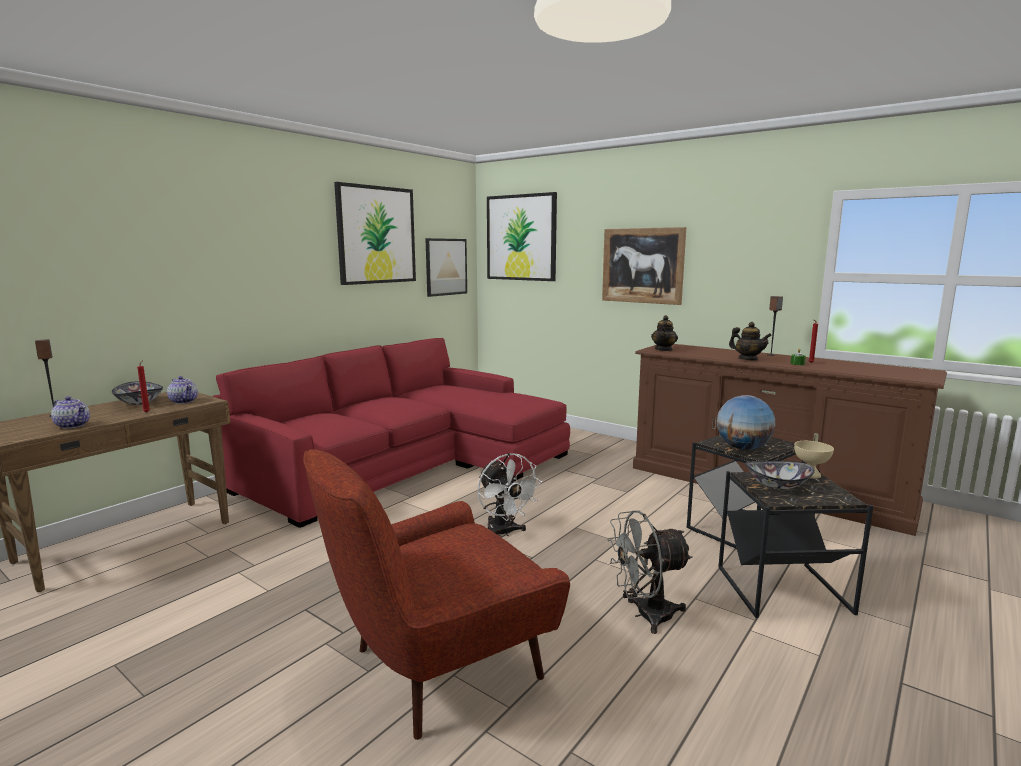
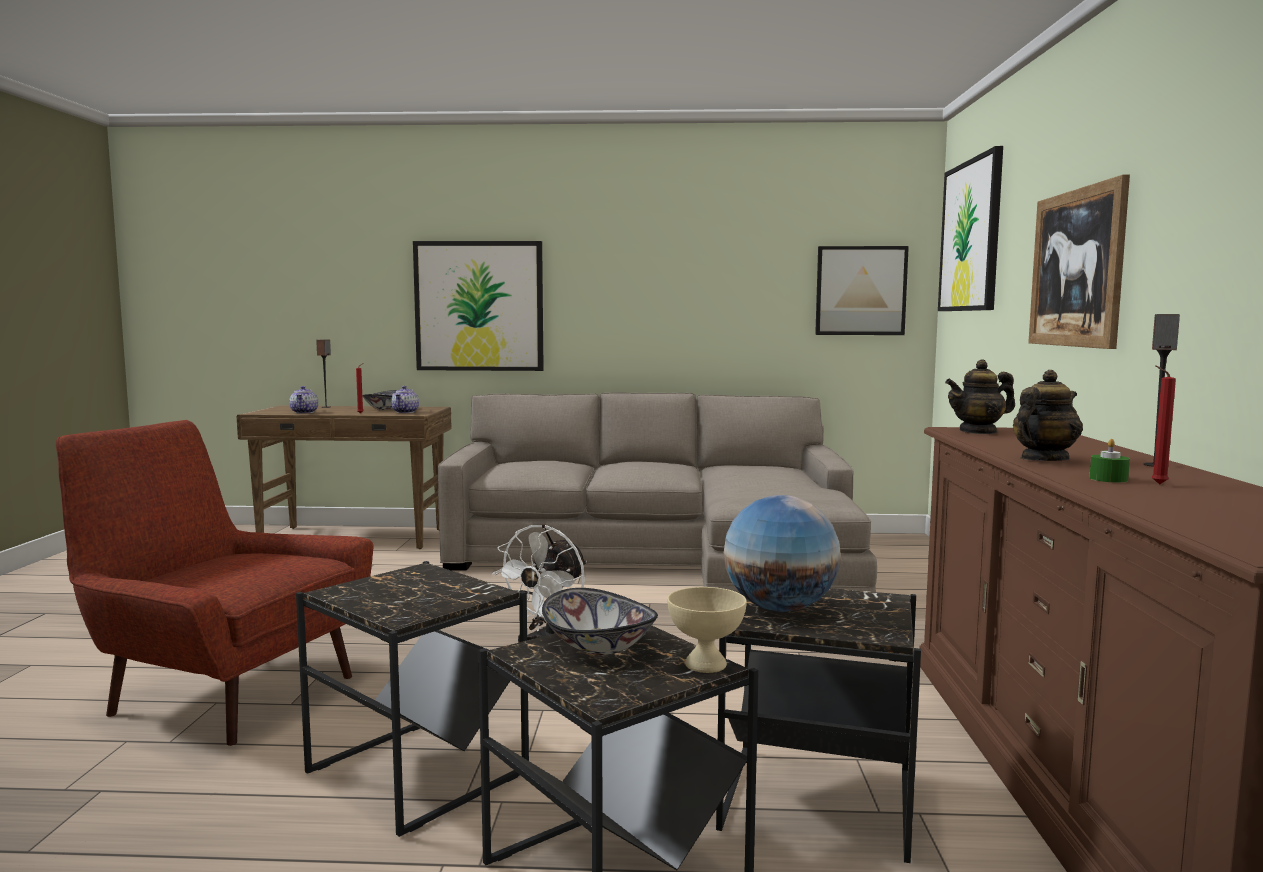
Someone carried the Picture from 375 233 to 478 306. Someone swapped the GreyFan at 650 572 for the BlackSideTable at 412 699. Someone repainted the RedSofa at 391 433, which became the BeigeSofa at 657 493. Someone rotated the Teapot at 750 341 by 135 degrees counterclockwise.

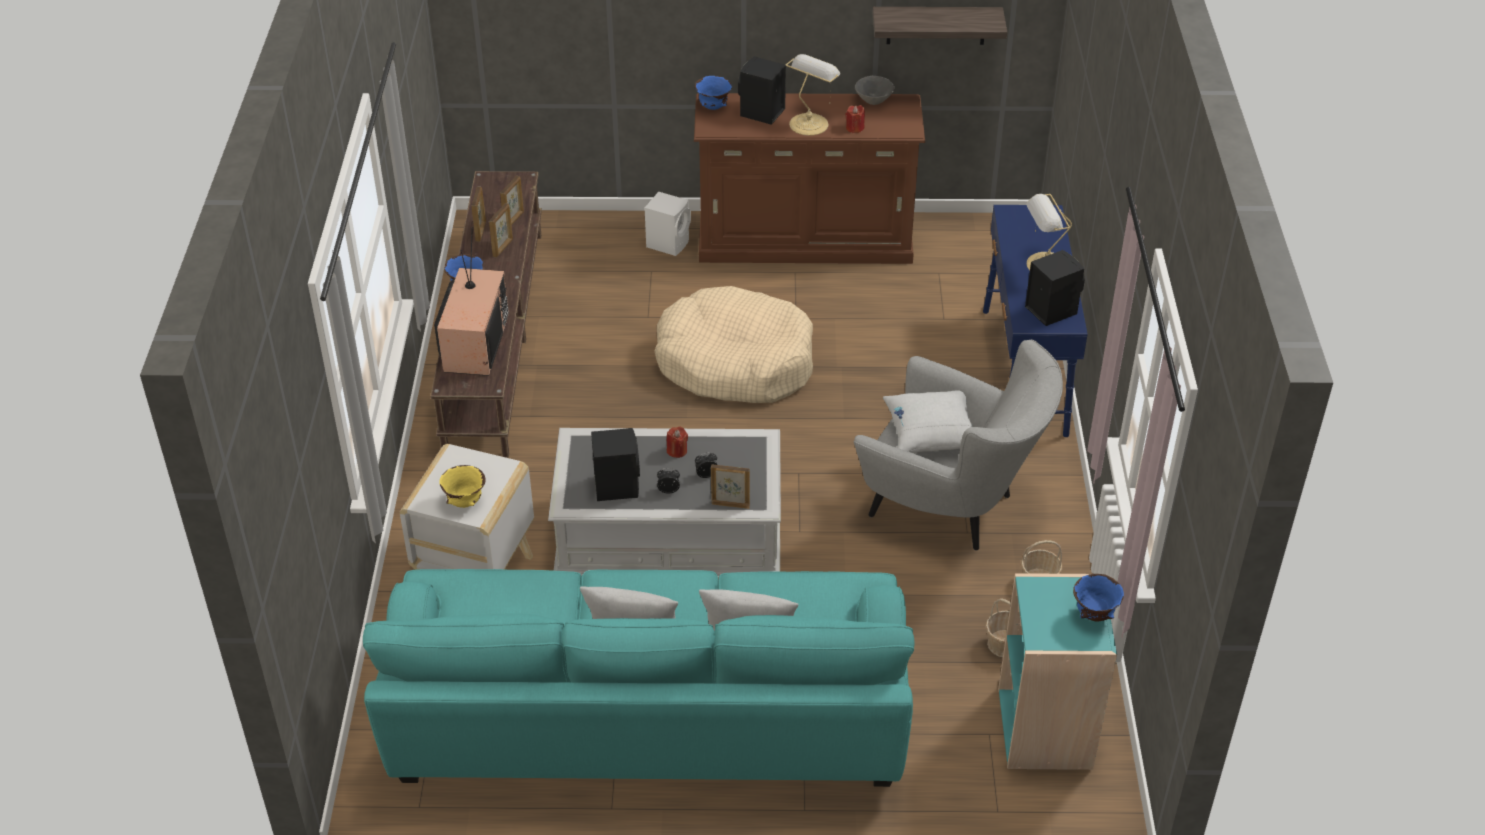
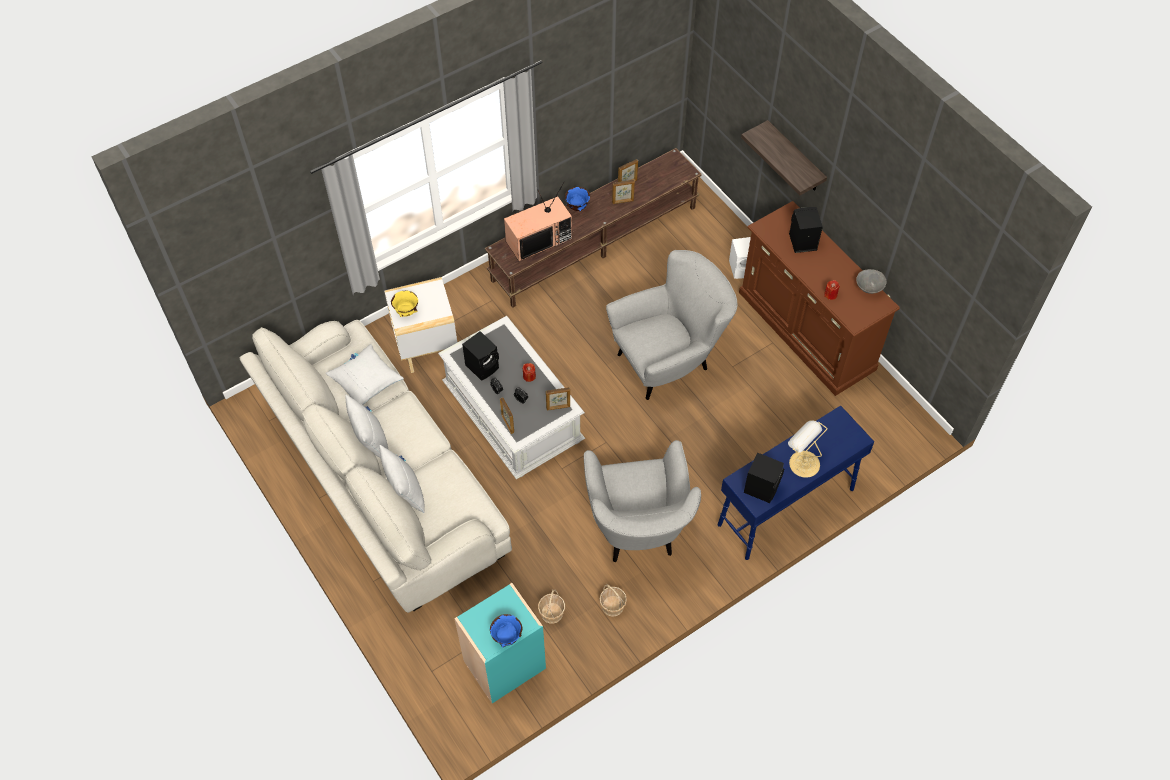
Someone took away the BlueBowl at 713 93. Someone took away the TableLamp at 813 95. Someone carried the PictureFrame from 512 200 to 558 399. Someone carried the Shelf from 940 26 to 784 157. Someone carried the GreyPillow from 928 422 to 365 374. Someone swapped the BeigeDogBed at 734 344 for the GreyArmchair at 672 325. Someone repainted the TurquoiseSofa at 638 678, which became the WhiteSofa at 375 466.

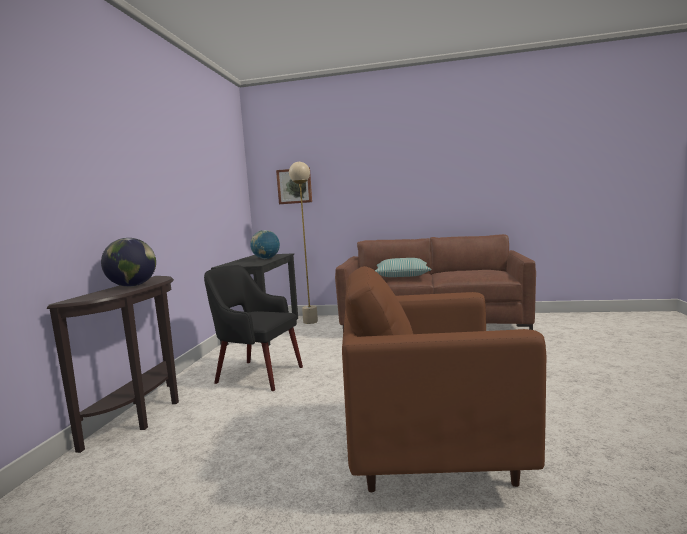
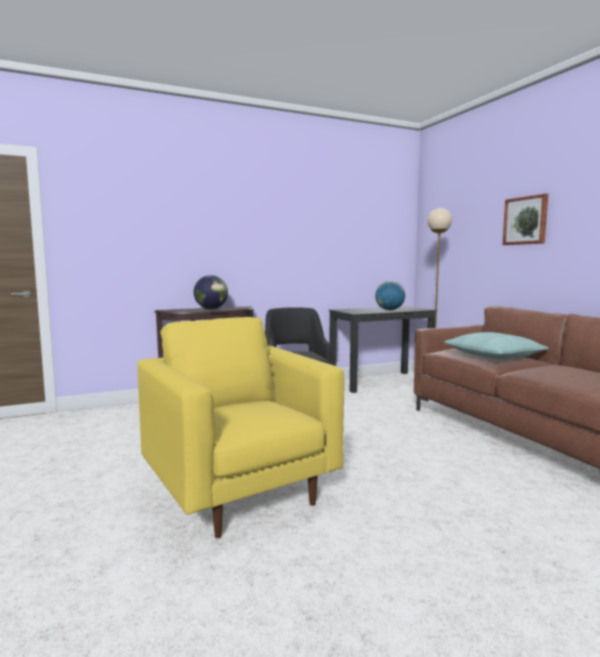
Someone carried the Picture from 294 186 to 525 219. Someone repainted the BrownArmchair at 444 379, which became the YellowArmchair at 240 427.

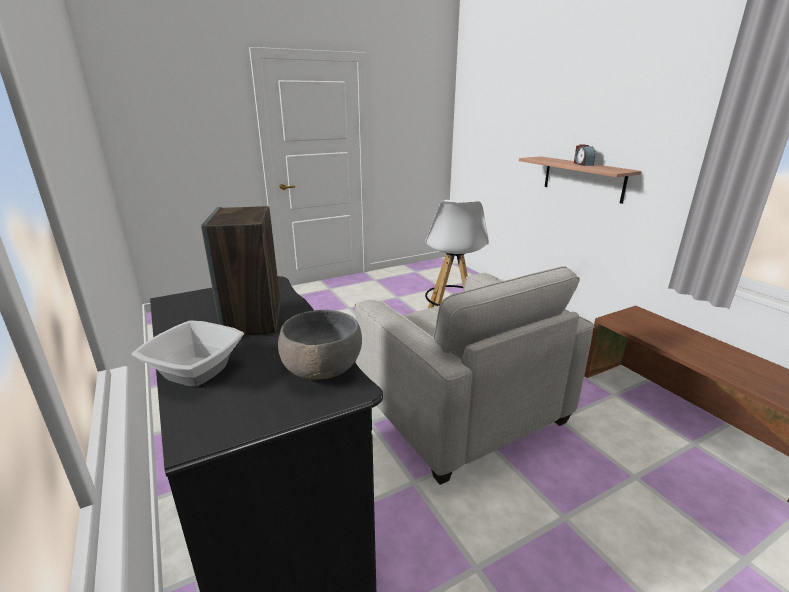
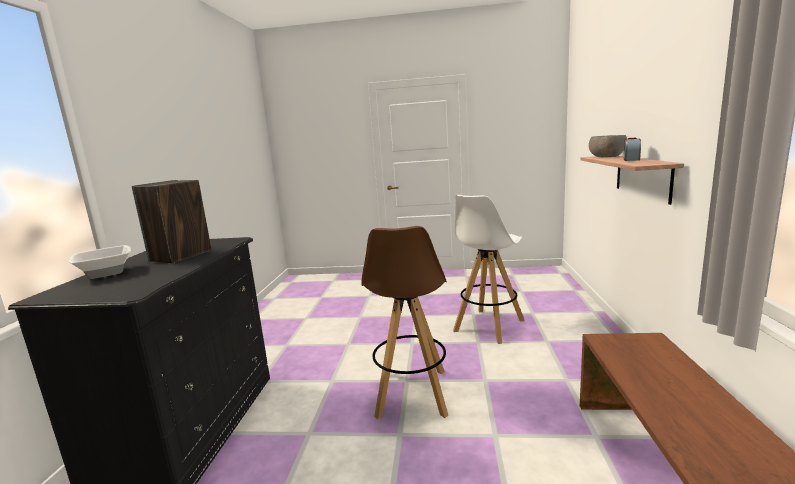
Someone carried the GreyBowl from 320 345 to 608 146. Someone swapped the GreyArmchair at 474 375 for the BrownStool at 404 322.

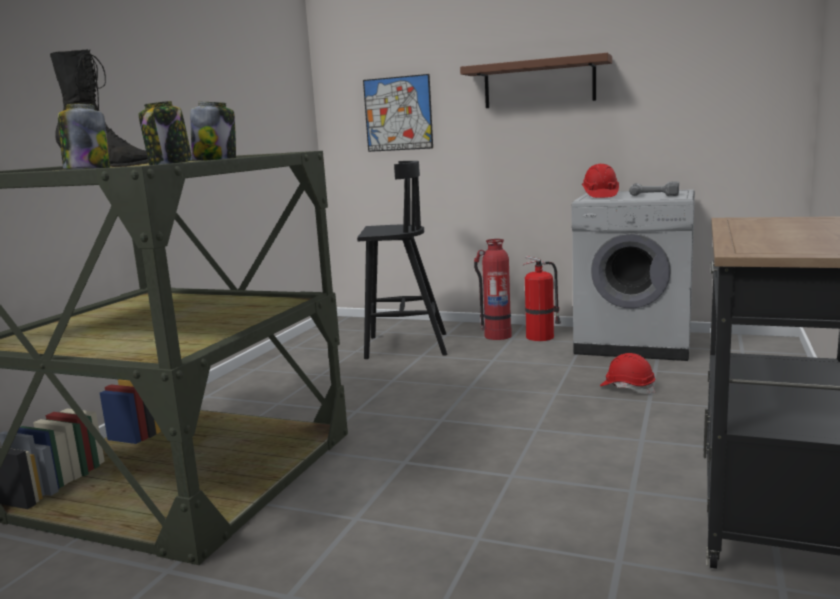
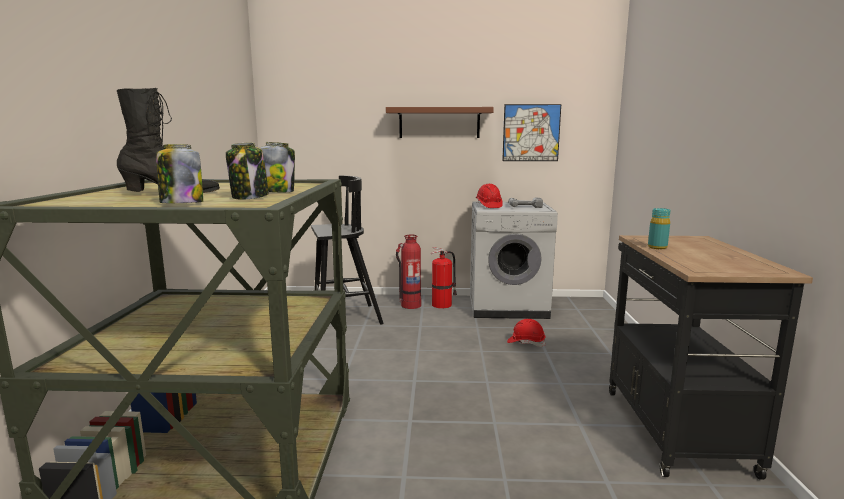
Someone put down the TurquoiseBottle at 659 228. Someone carried the Picture from 398 113 to 531 132.

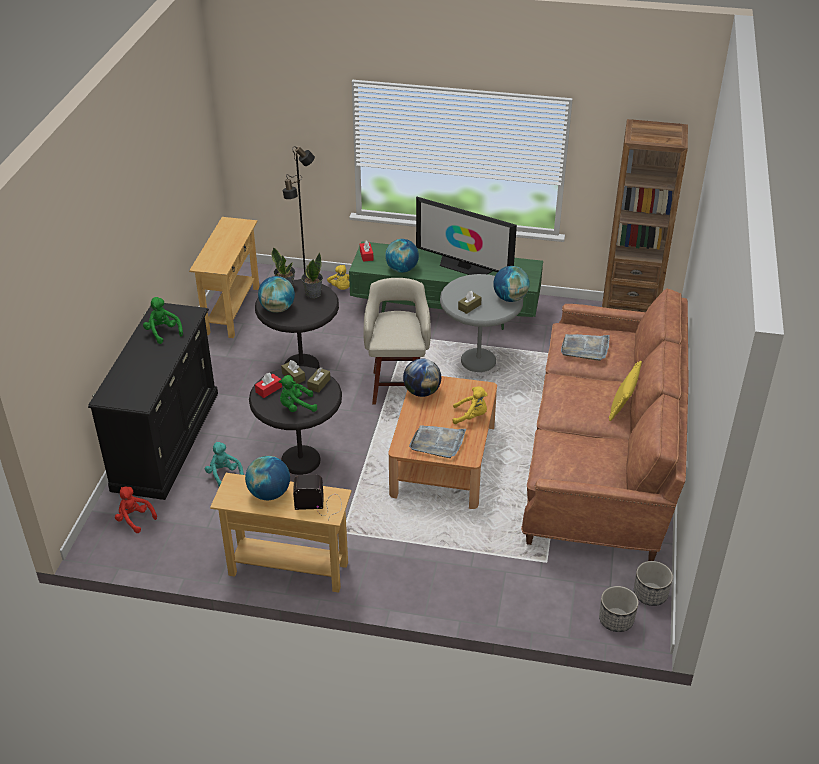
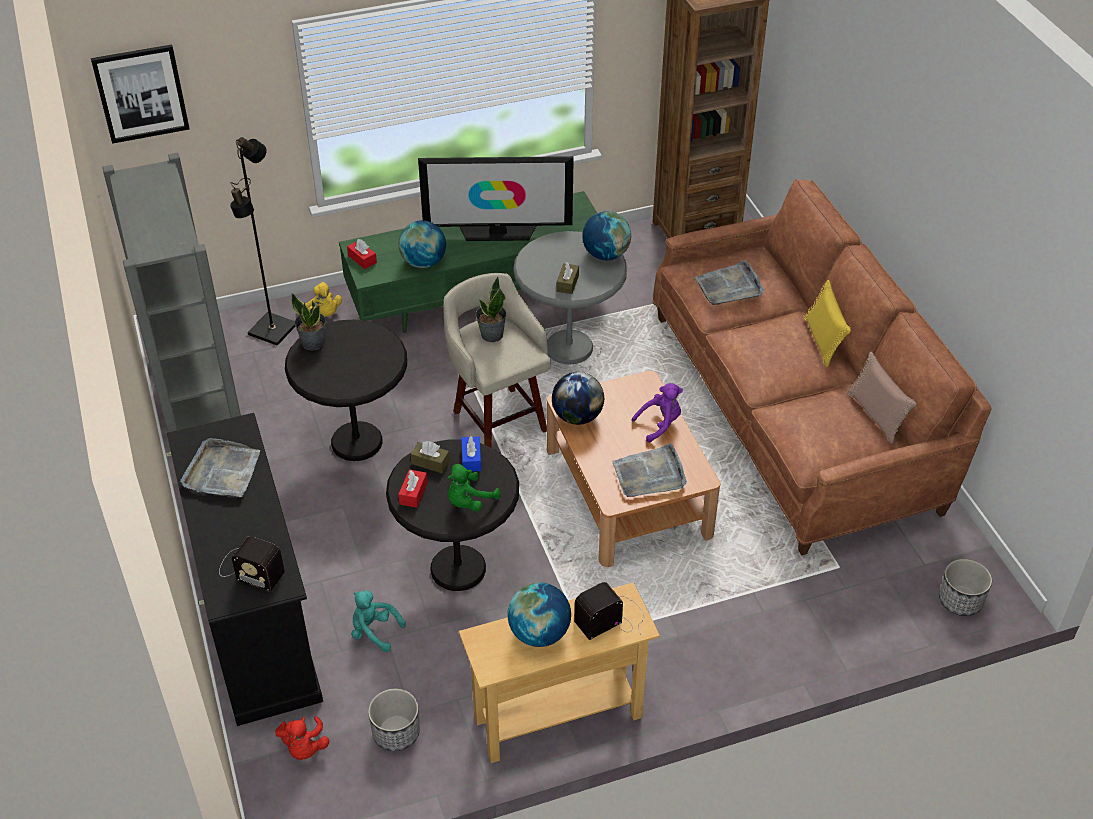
Someone took away the Globe at 276 294. Someone put up the Picture at 140 94. Someone put down the Radio at 252 564. Someone put down the BeigePillow at 882 398. Someone carried the PottedPlant from 312 275 to 491 309. Someone carried the Planter from 653 583 to 394 720. Someone swapped the GreenPlushToy at 163 320 for the GreyTray at 220 467. Someone swapped the BeigeConsoleTable at 224 277 for the GreyBookcase at 171 292. Someone repainted the BrownTissueBox at 318 380, which became the BlueTissueBox at 471 454. Someone repainted the YellowPlushToy at 470 405, which became the PurplePlushToy at 657 413. Someone rotated the RedPlushToy at 136 510 by 105 degrees counterclockwise.

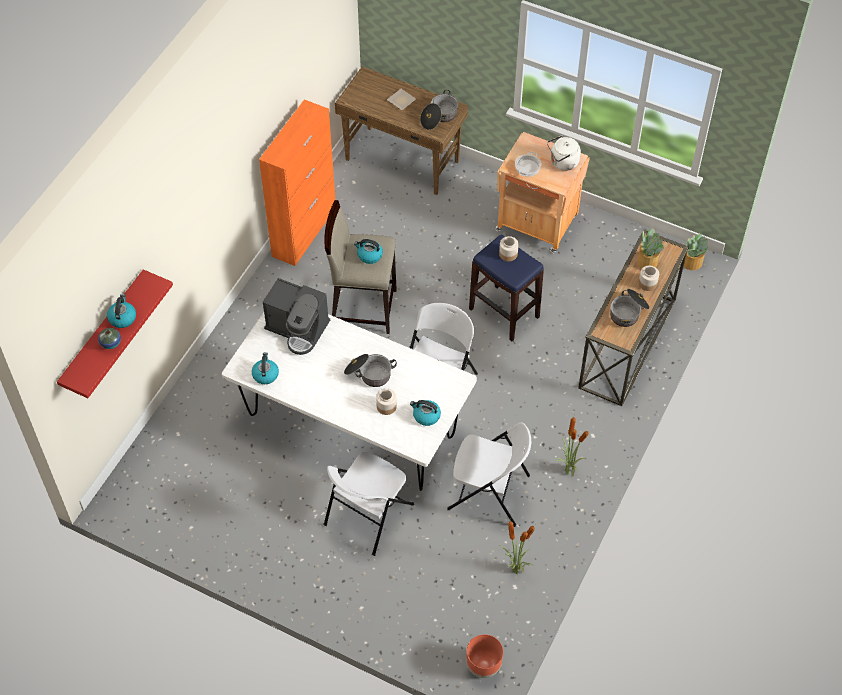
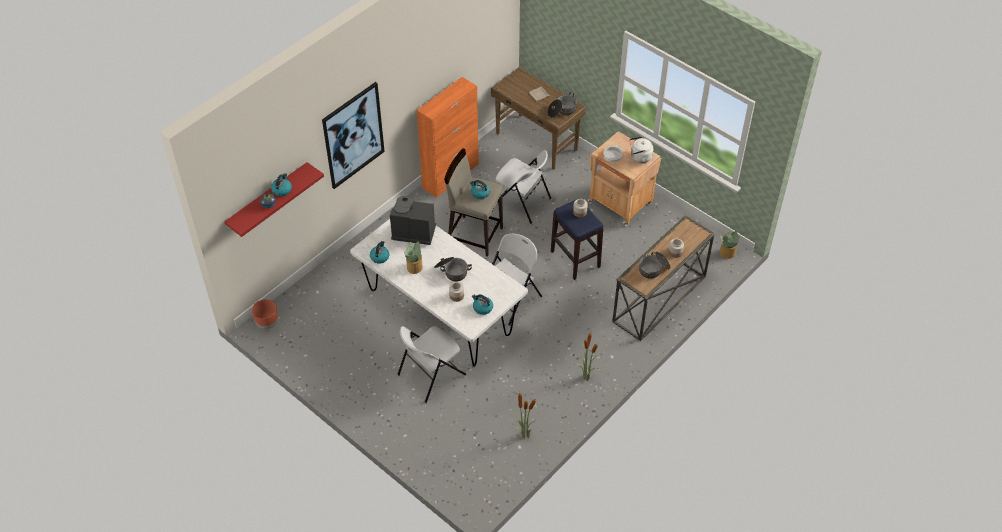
Someone put up the Picture at 353 135. Someone carried the WhiteChair from 489 474 to 523 187. Someone carried the BrownPlanter from 484 656 to 265 314. Someone carried the PottedPlant from 650 248 to 413 257. Someone rotated the CoffeeMachine at 296 316 by 150 degrees clockwise.

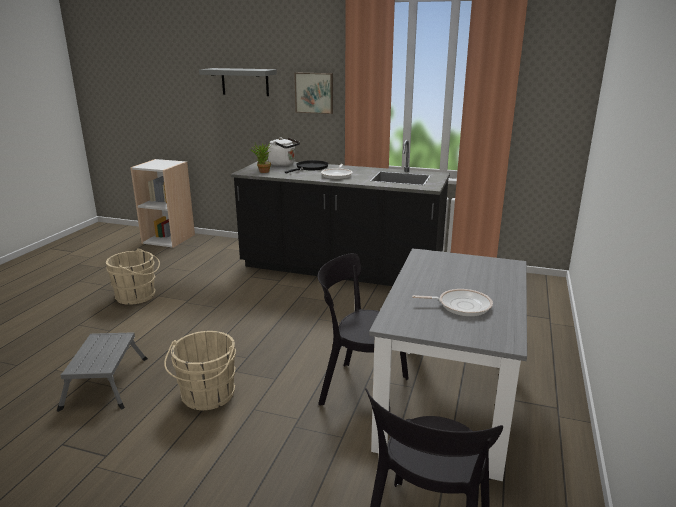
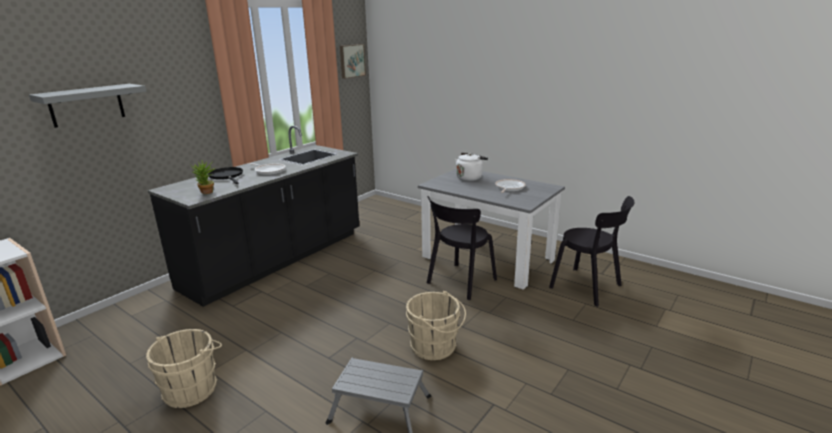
Someone carried the WhiteKettle from 284 152 to 471 167. Someone carried the Picture from 313 93 to 353 61.

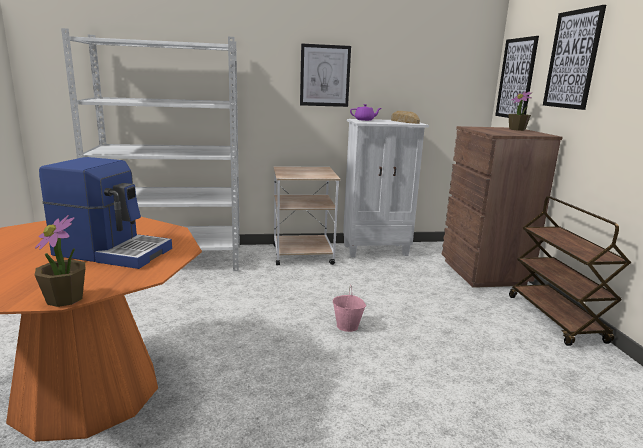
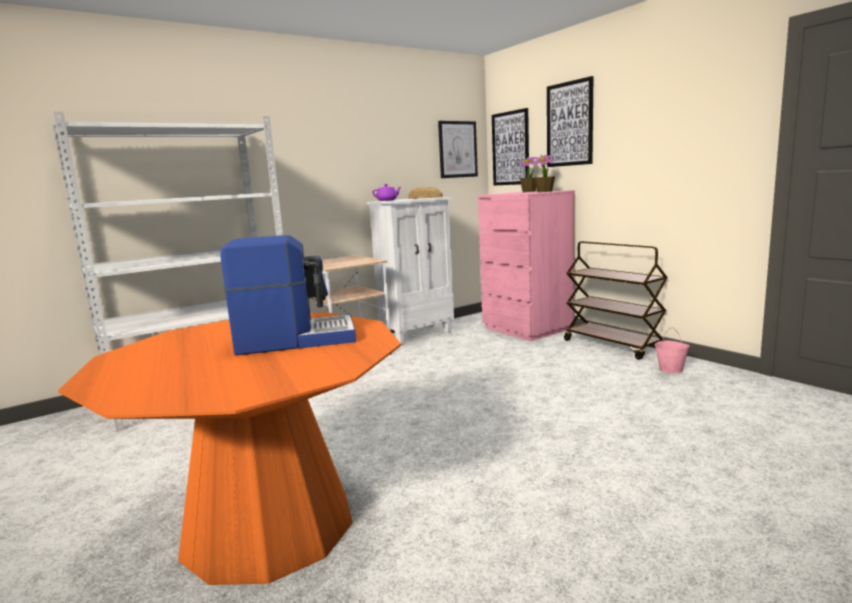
Someone carried the PottedPlant from 60 261 to 544 173. Someone carried the Picture from 325 75 to 458 149. Someone carried the PinkBucket from 349 308 to 672 350. Someone repainted the BrownDresser at 502 207, which became the PinkDresser at 526 265.

